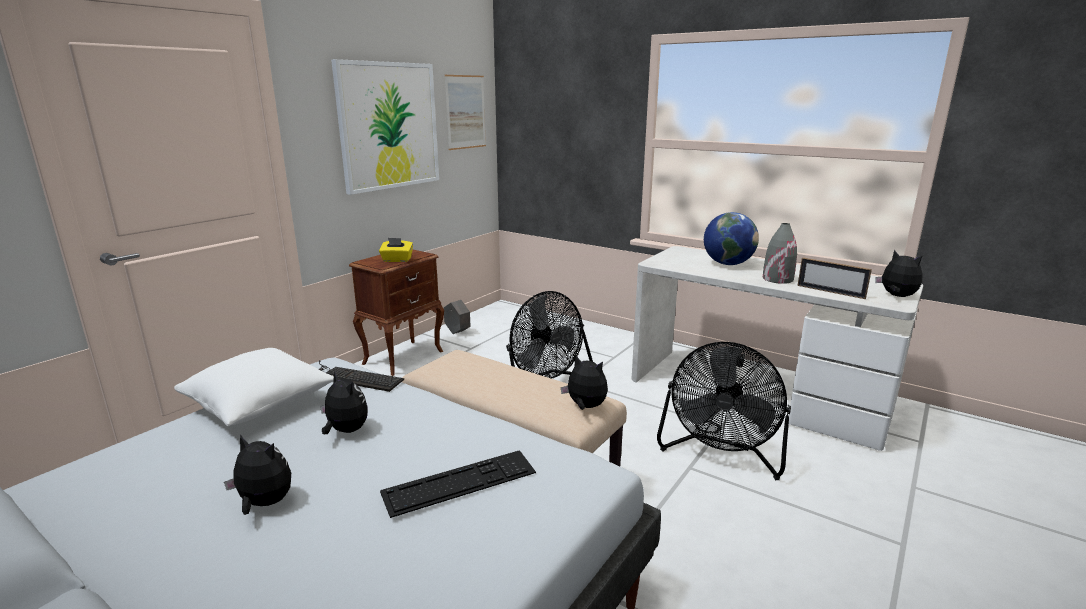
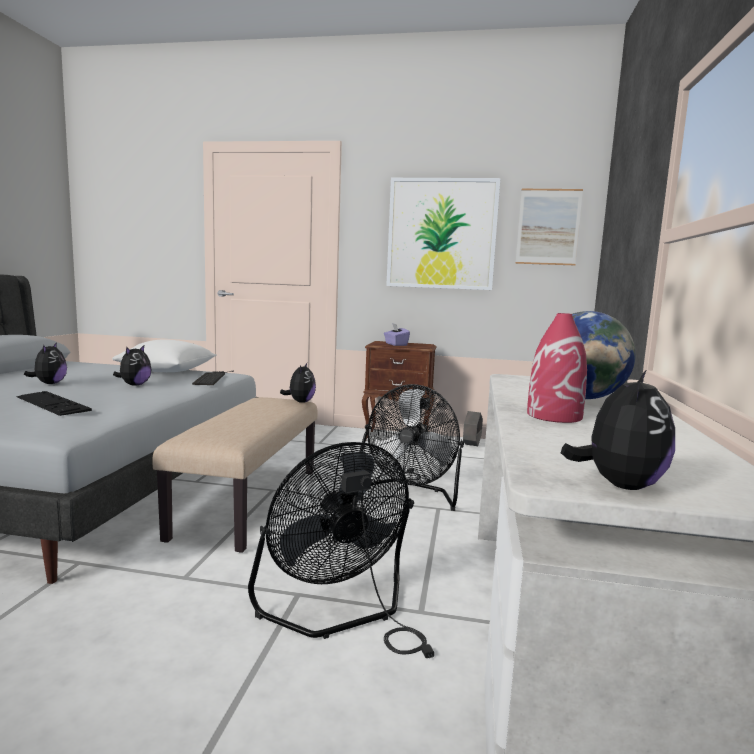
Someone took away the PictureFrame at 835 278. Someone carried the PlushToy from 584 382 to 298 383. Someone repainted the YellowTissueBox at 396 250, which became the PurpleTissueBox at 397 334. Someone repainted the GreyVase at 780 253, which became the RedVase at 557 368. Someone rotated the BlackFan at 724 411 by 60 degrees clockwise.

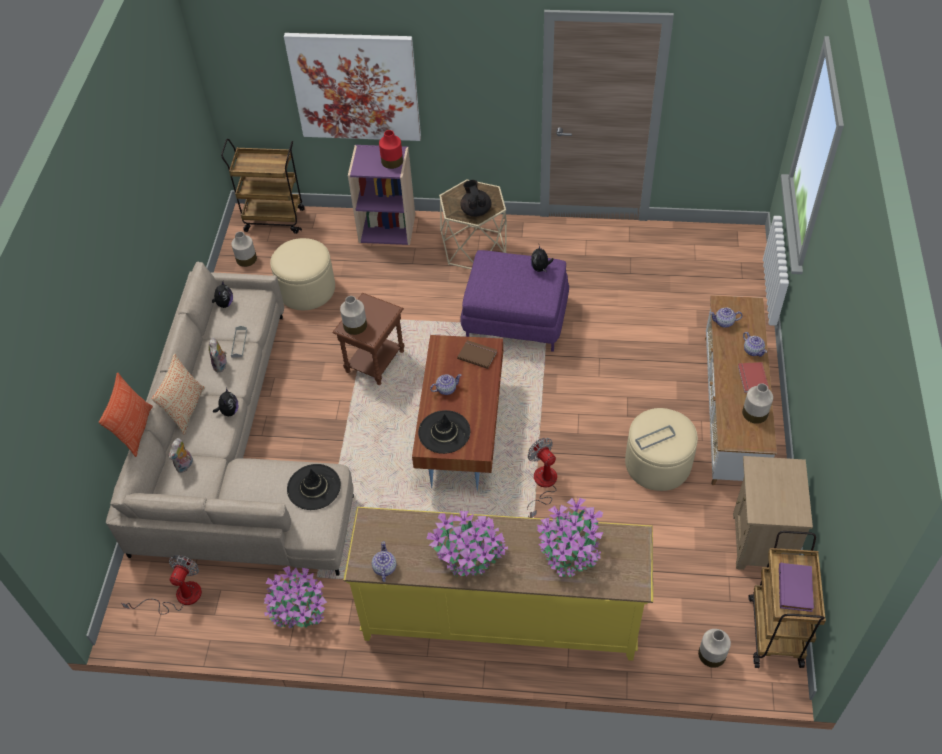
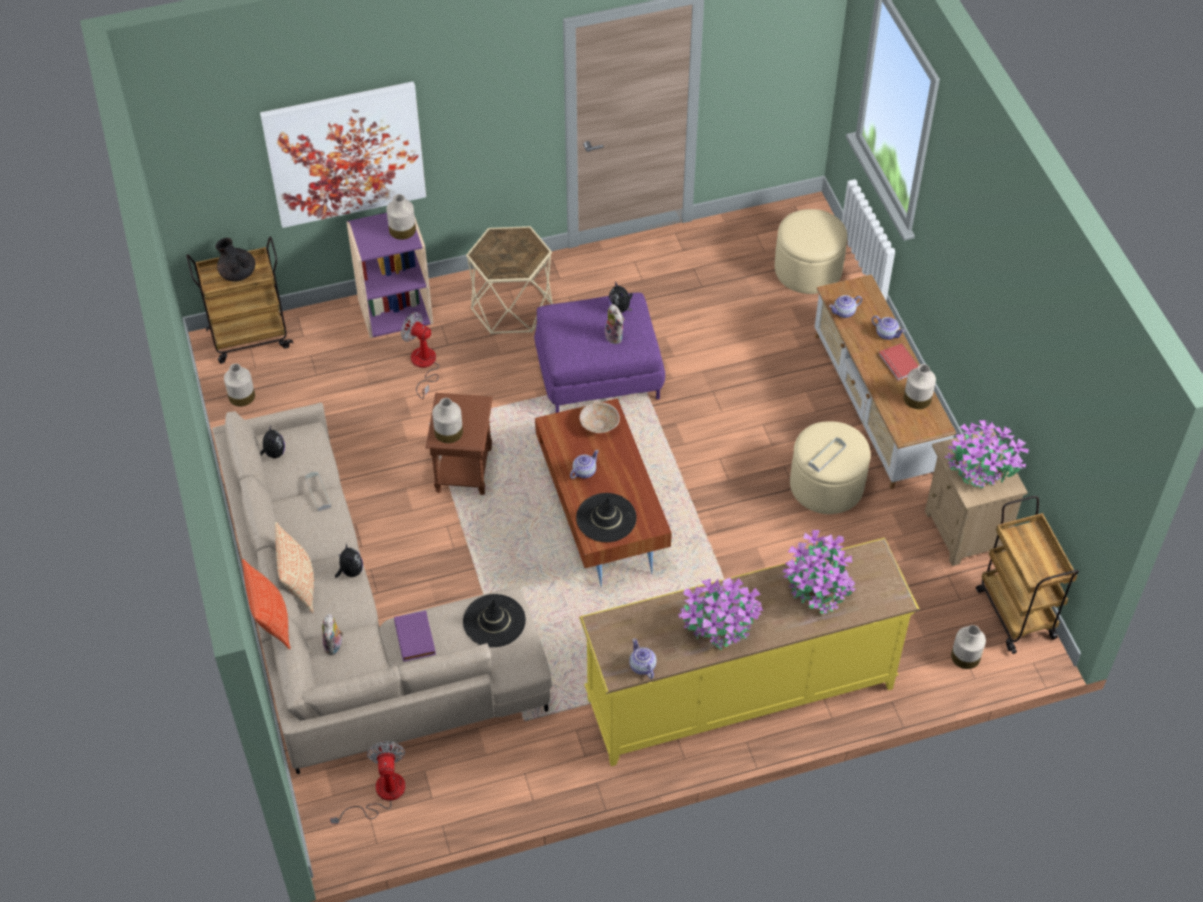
Someone carried the PlushToy from 217 354 to 614 324. Someone carried the PottedPlant from 295 597 to 987 454. Someone carried the BeigeOttoman from 302 274 to 811 251. Someone carried the BlackTeapot from 475 198 to 235 260. Someone carried the Fan from 542 478 to 420 355. Someone carried the PurpleBook from 796 587 to 415 636. Someone swapped the BrownBook at 477 354 for the BeigeBowl at 599 417. Someone repainted the RedVase at 391 149, which became the BeigeVase at 401 217.

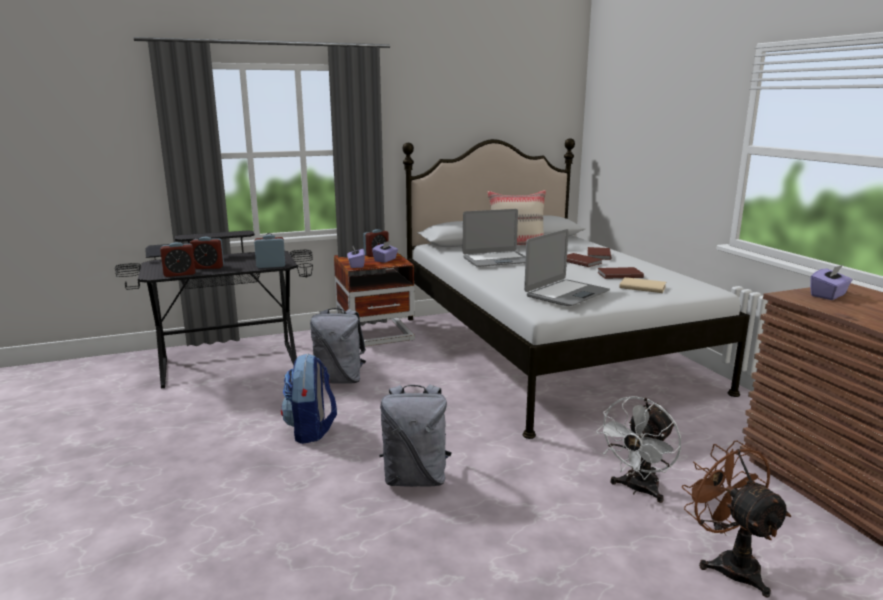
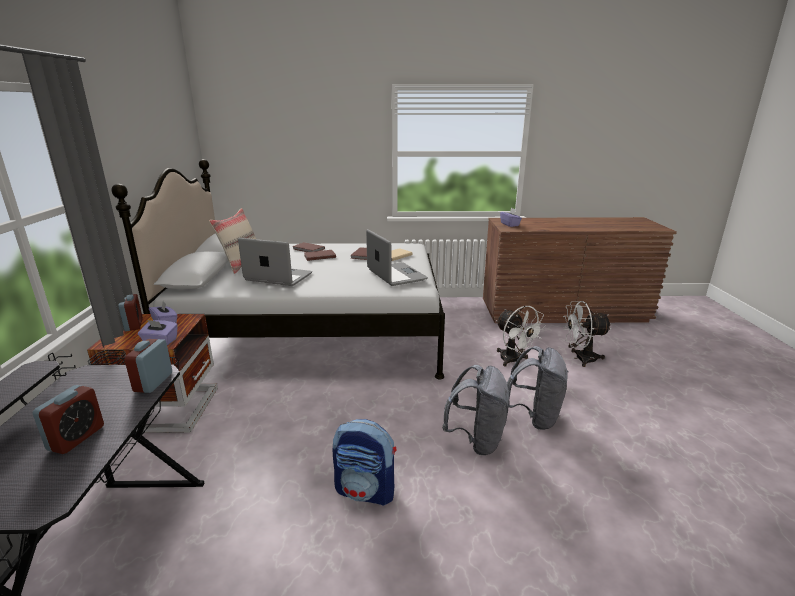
Someone took away the AlarmClock at 177 259. Someone carried the GreyBackpack from 338 346 to 537 388. Someone repainted the BrownFan at 736 519, which became the WhiteFan at 587 334. Someone rotated the Laptop at 494 238 by 75 degrees counterclockwise.

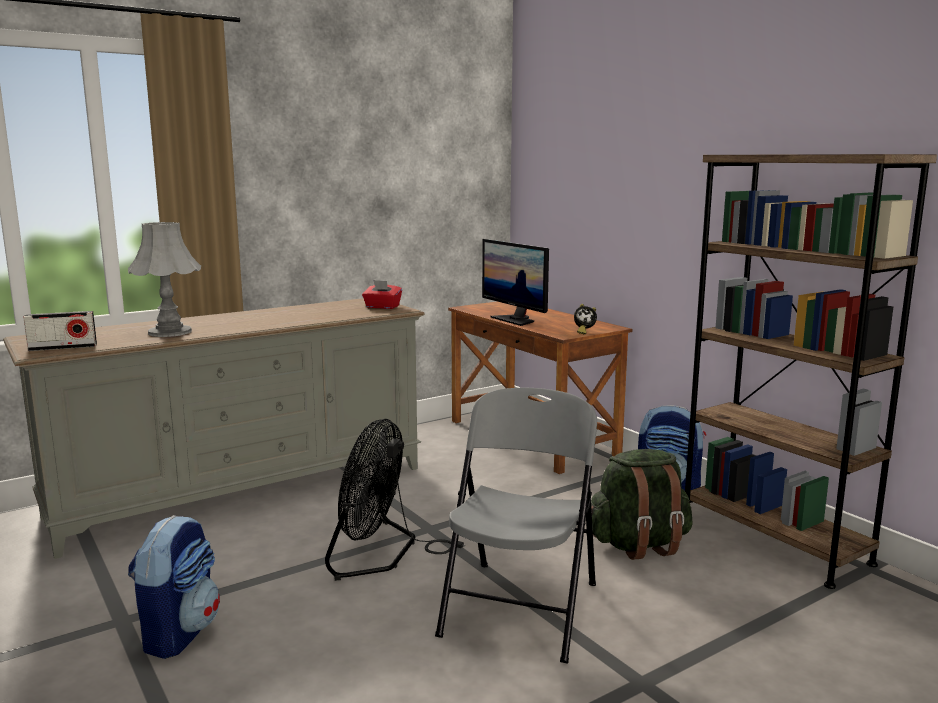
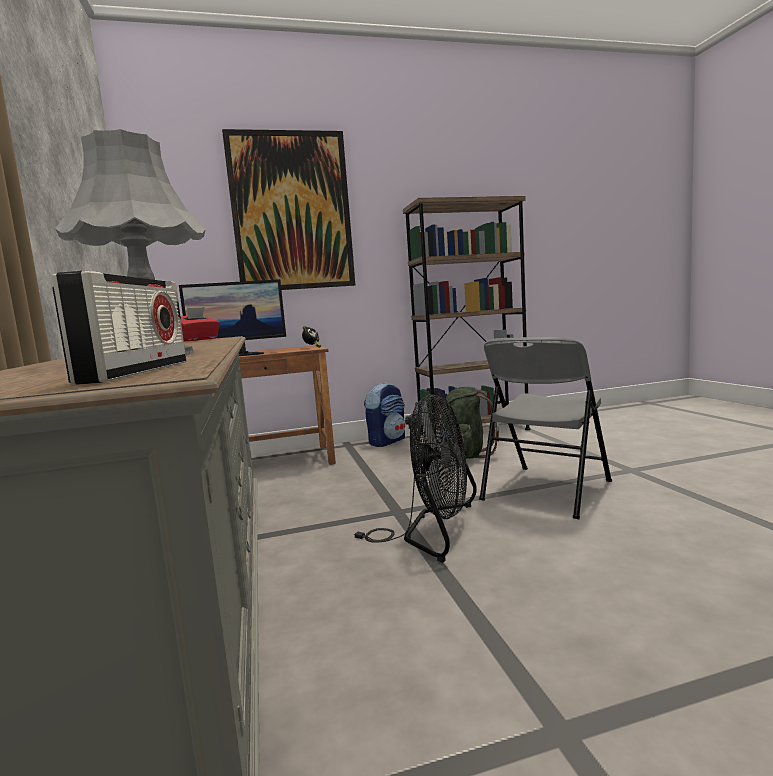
Someone took away the Backpack at 174 587. Someone put up the Picture at 288 209. Someone rotated the BlackFan at 394 500 by 105 degrees counterclockwise. Someone rotated the GreyChair at 516 526 by 90 degrees counterclockwise.

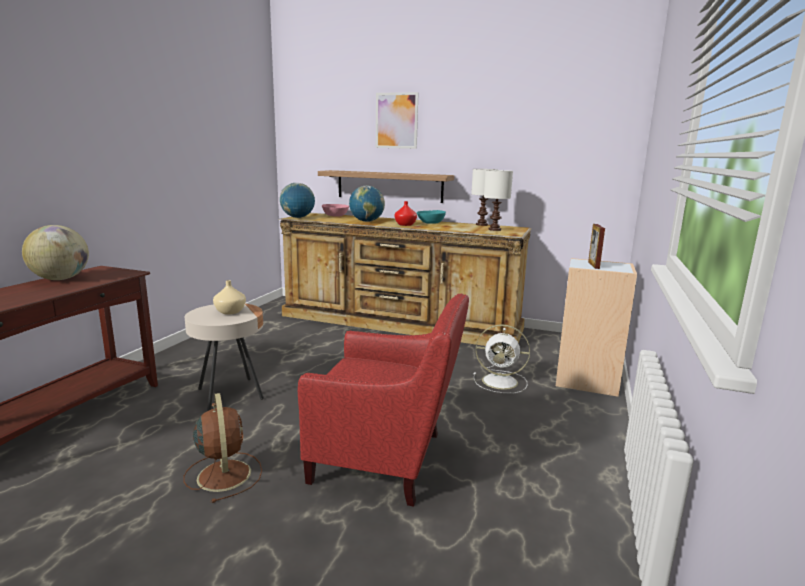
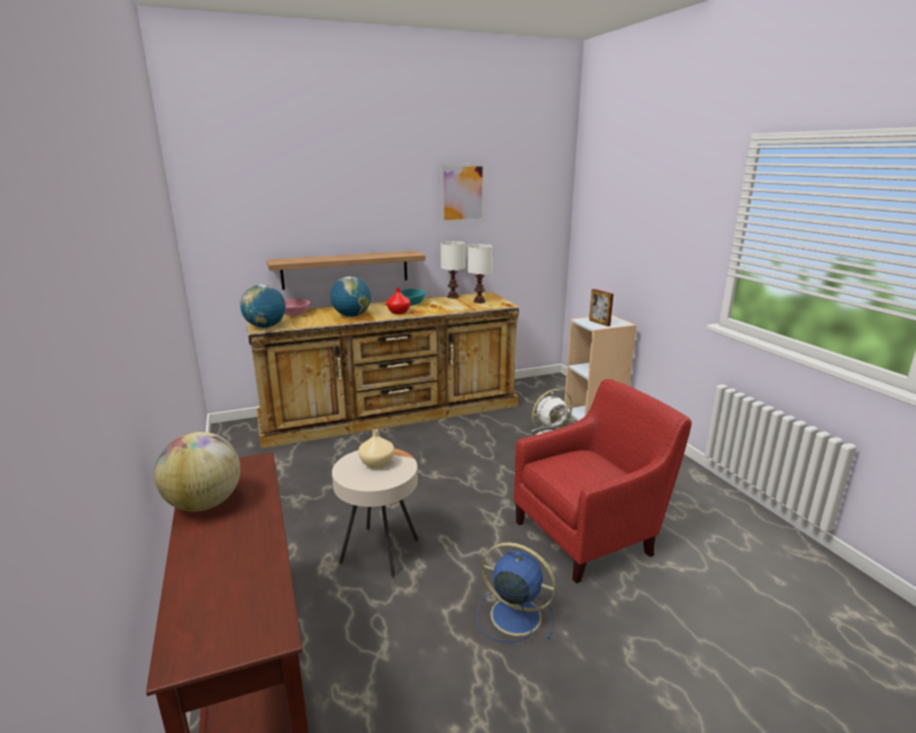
Someone carried the Picture from 397 120 to 463 193. Someone repainted the BrownFan at 222 448, which became the BlueFan at 516 592.

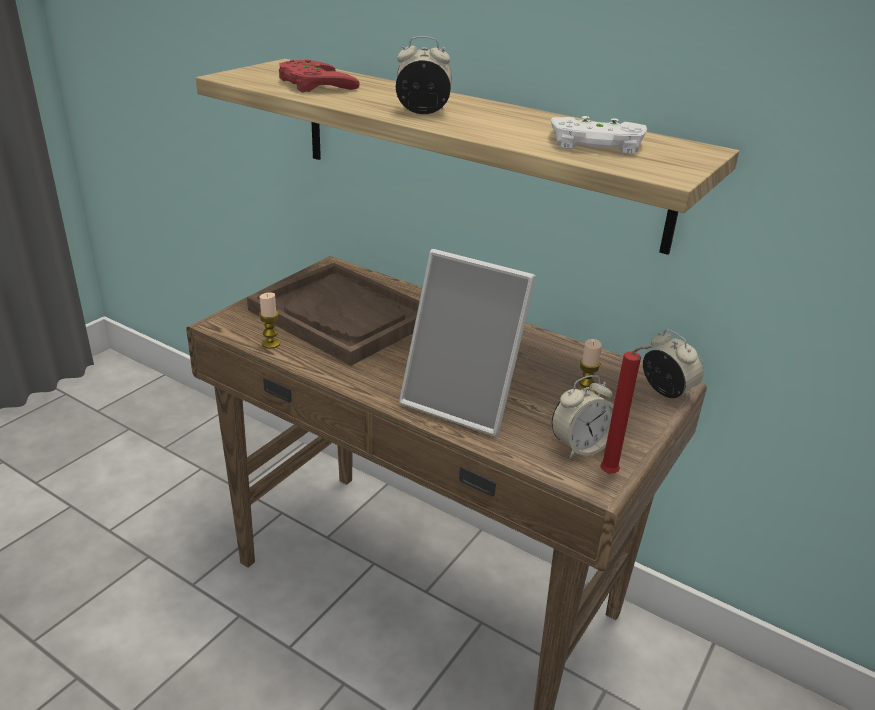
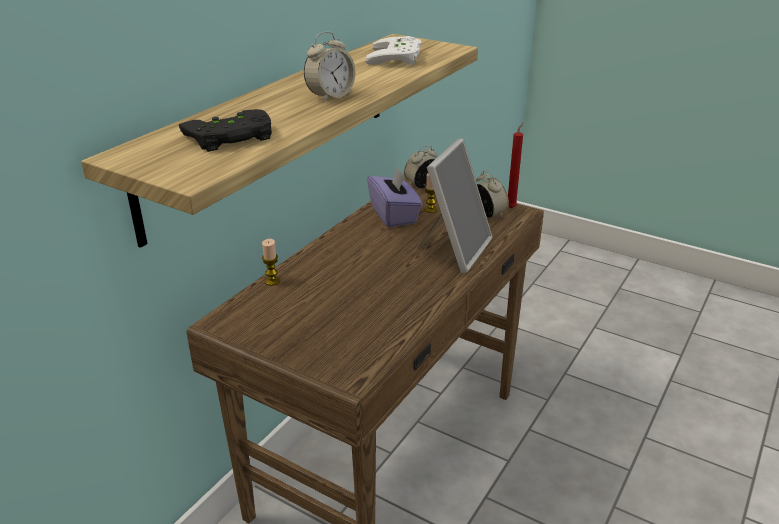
Someone took away the BrownTray at 333 314. Someone put down the PurpleTissueBox at 394 197. Someone carried the Candle from 269 320 to 271 262. Someone repainted the RedGameController at 319 76, which became the BlackGameController at 225 130. Someone rotated the AlarmClock at 424 75 by 135 degrees counterclockwise.

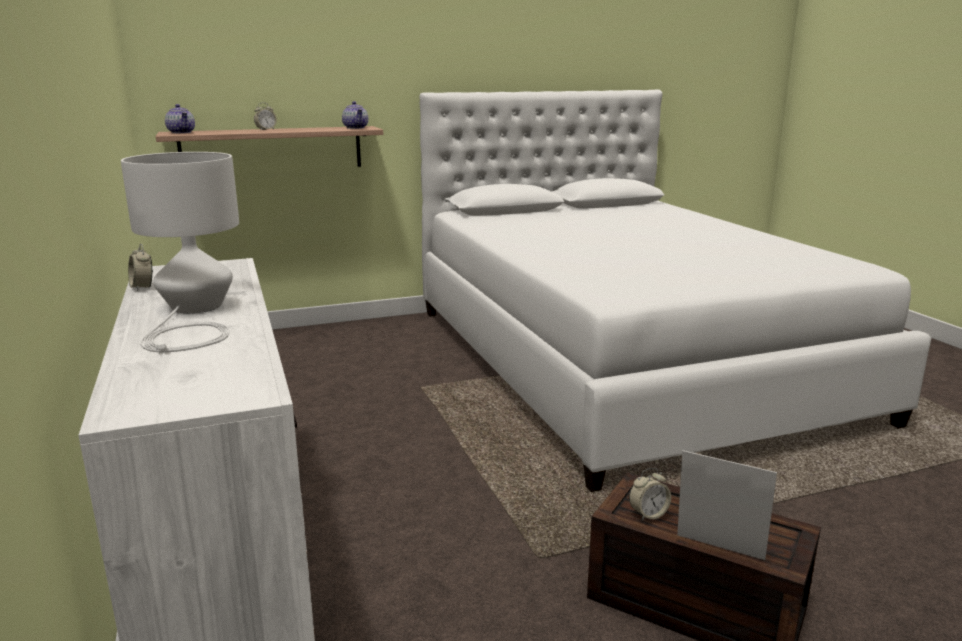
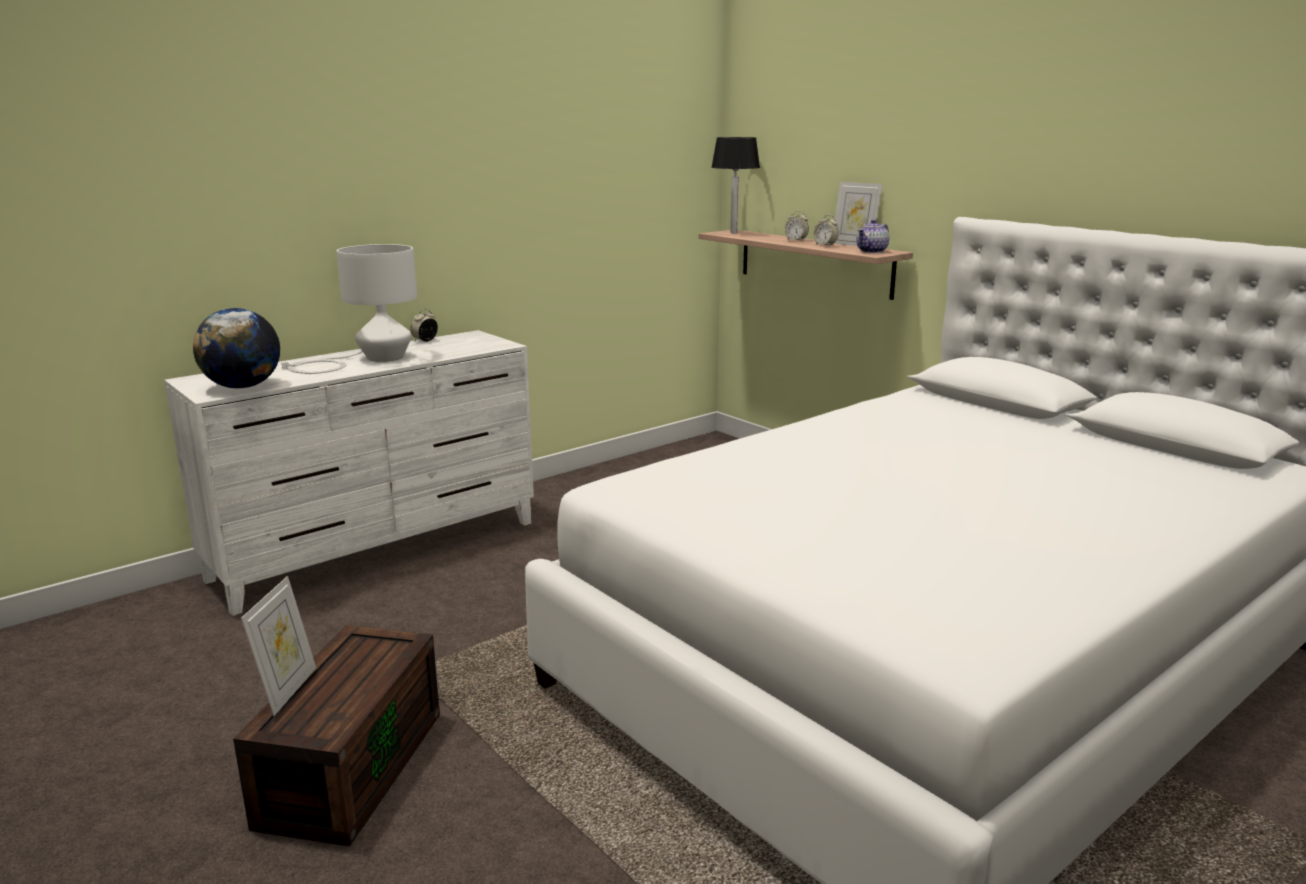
Someone put down the Globe at 236 348. Someone put down the PictureFrame at 858 214. Someone carried the AlarmClock from 650 494 to 826 230. Someone swapped the Teapot at 180 118 for the TableLamp at 735 185.

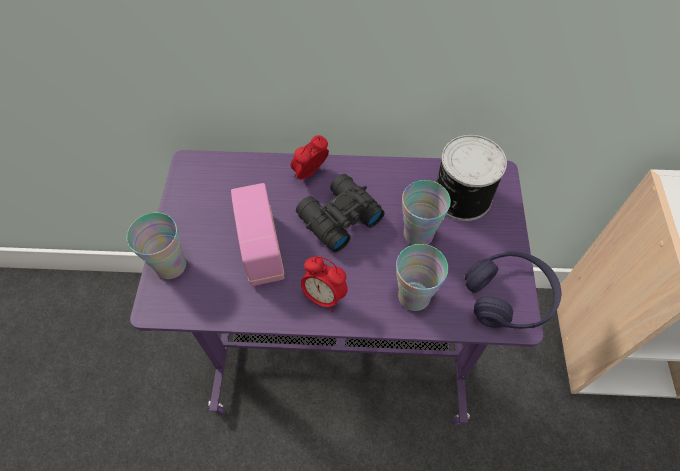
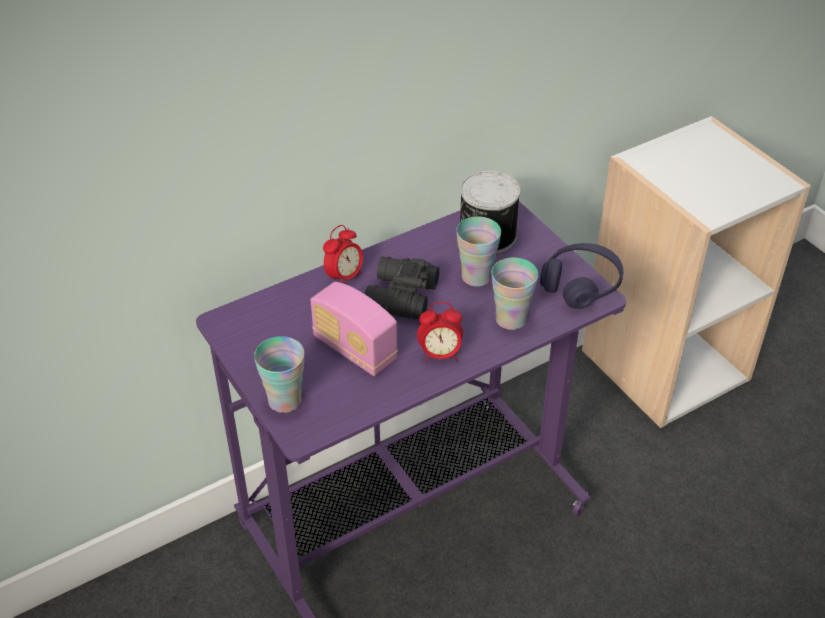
Someone rotated the AlarmClock at 310 157 by 150 degrees counterclockwise.

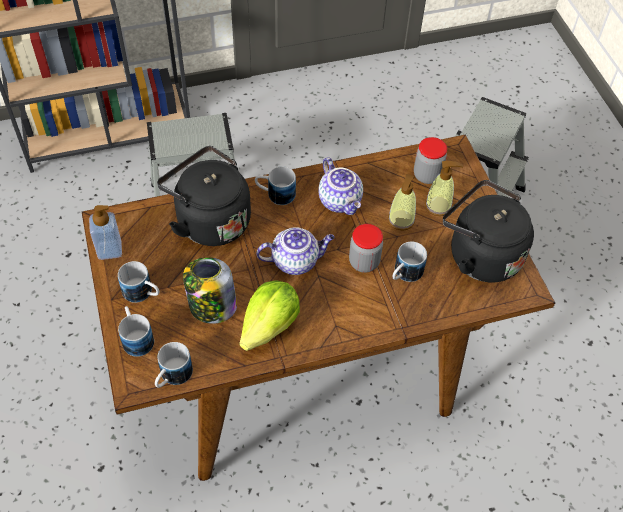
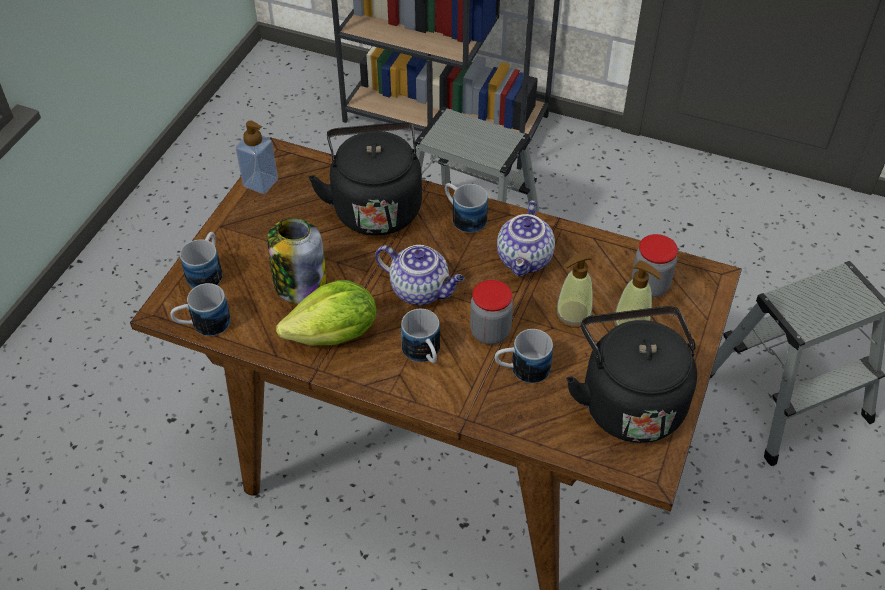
Someone carried the Mug from 138 282 to 420 336.

